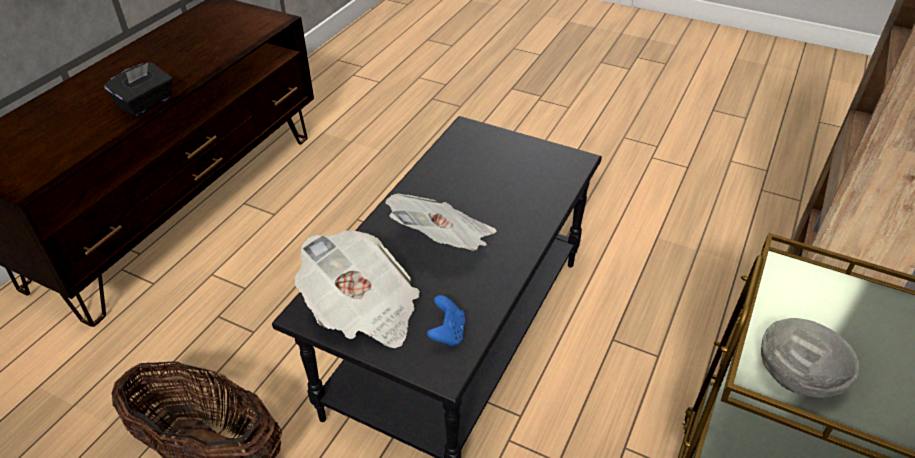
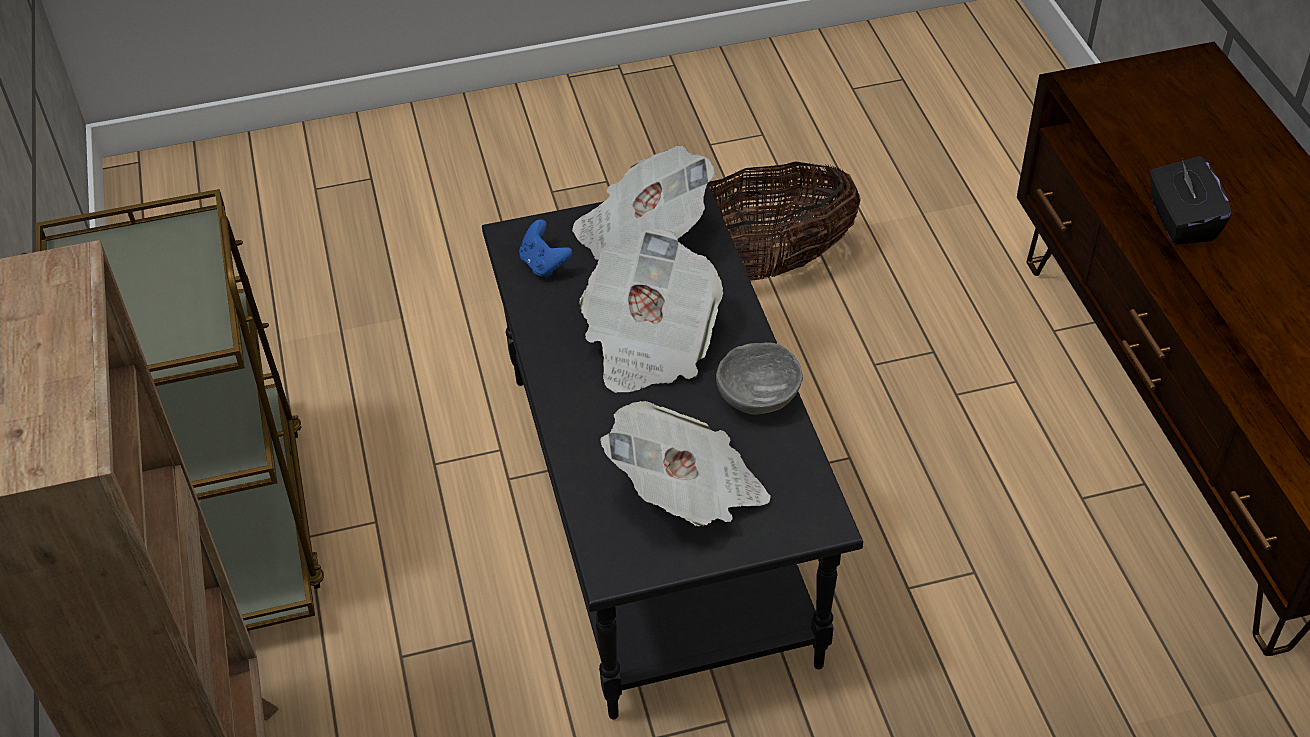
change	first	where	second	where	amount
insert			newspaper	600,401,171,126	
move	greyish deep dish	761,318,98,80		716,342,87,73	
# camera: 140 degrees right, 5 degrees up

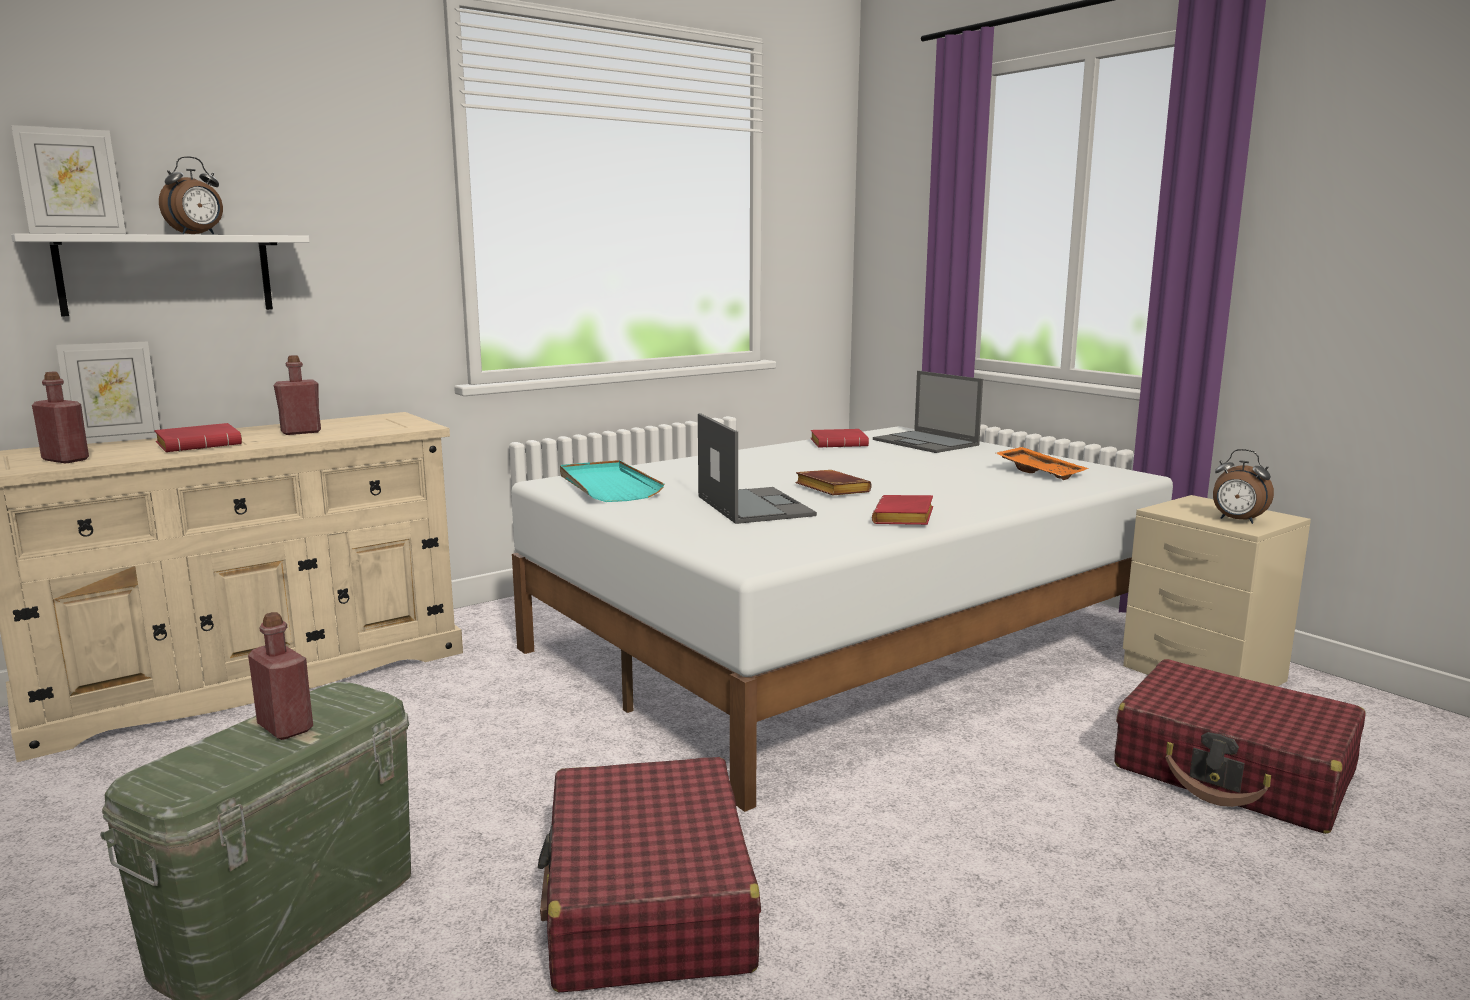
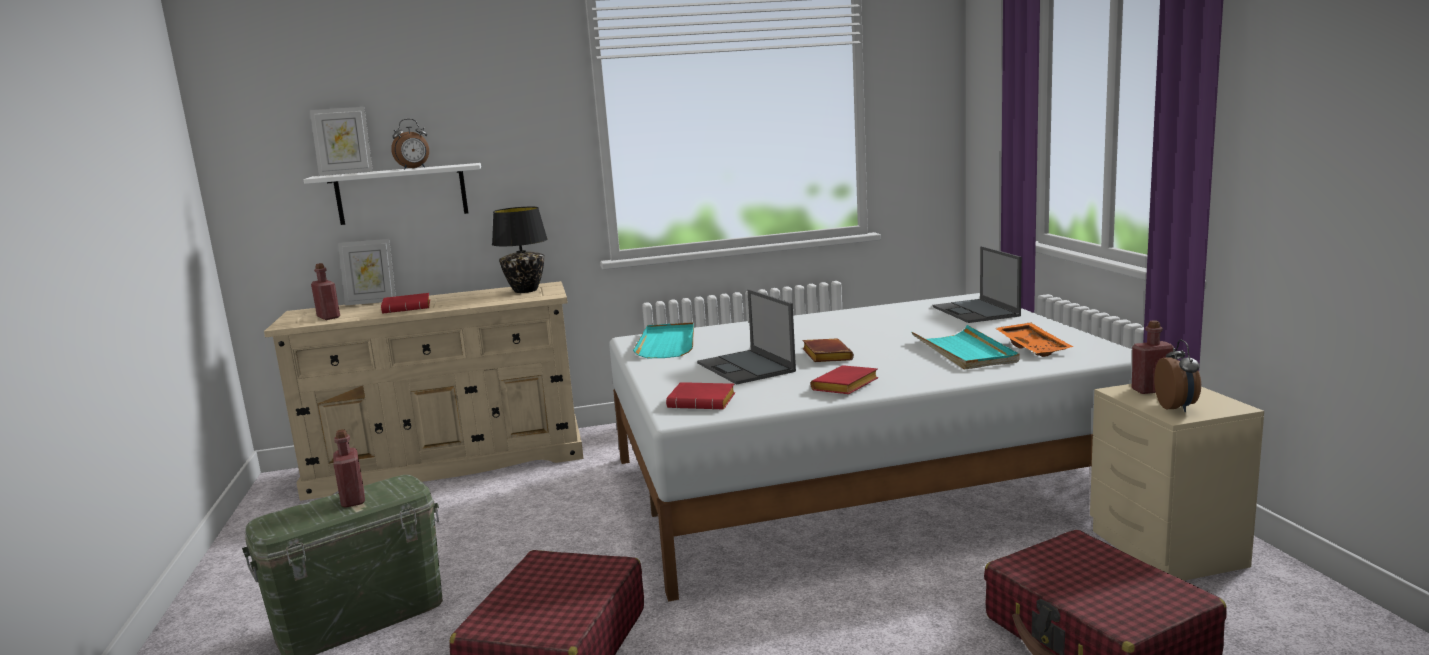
change	first	where	second	where	amount
insert			blackish tabletop lamp	492,207,56,86	
insert			blue-green tray	912,325,107,45	
move	red bottle	274,355,47,80		1132,320,42,74	
move	red bound book	810,429,59,18		666,382,69,28	
rotate	portable computer	698,413,119,111		697,289,99,96	150 degrees clockwise
rotate	table clock	1213,449,61,75		1154,340,47,72	150 degrees counterclockwise
# camera: 25 degrees right, 0 degrees up

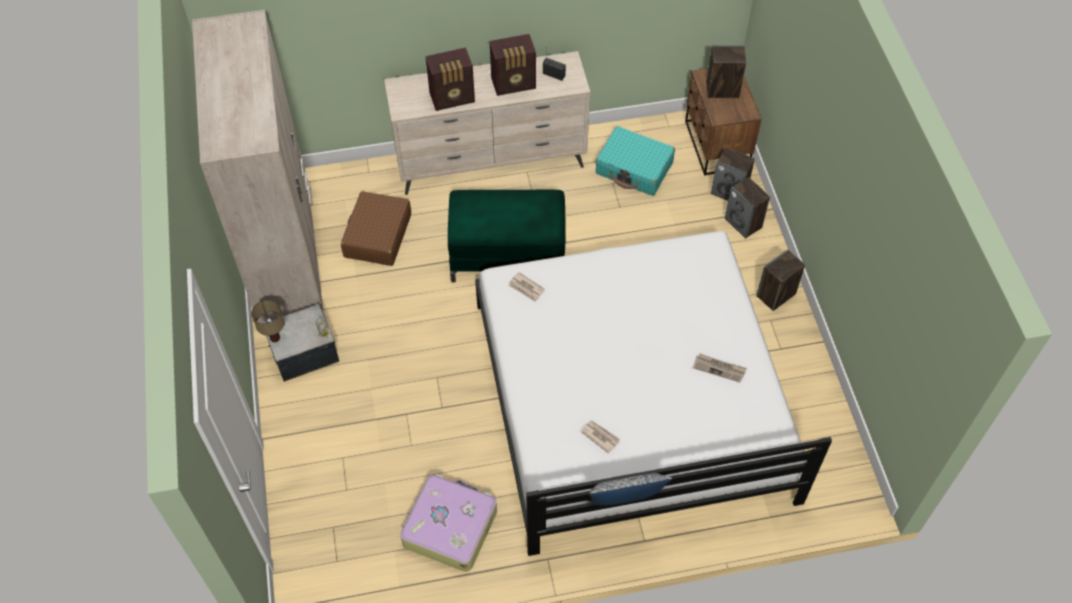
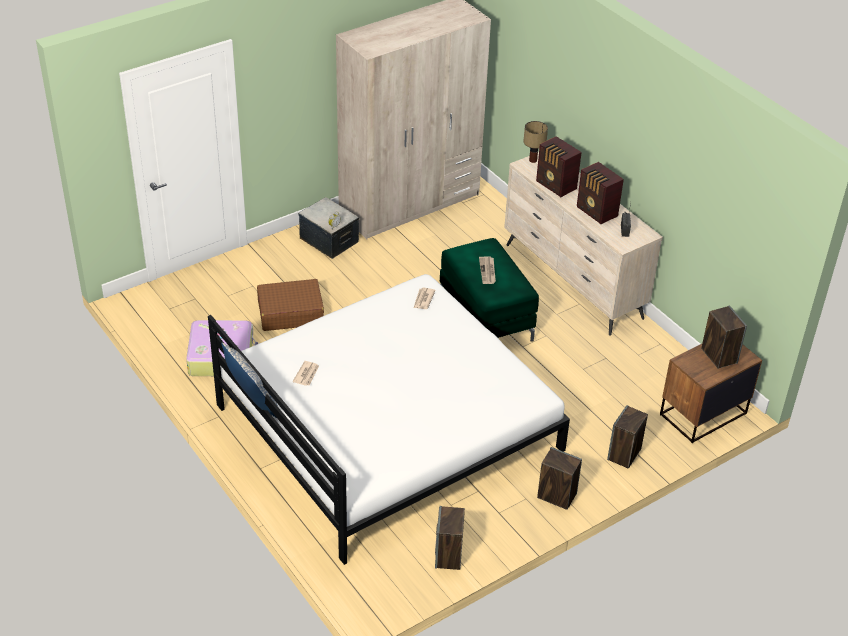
change	first	where	second	where	amount
delete	blue-green suitcase	596,126,79,70			
move	tabletop lamp	252,300,33,42		523,121,25,42	
move	brown-coloured suitcase	341,191,70,75		257,279,67,52	
move	newspaper	692,353,55,29		479,256,17,28	
move	speaker	711,147,44,54		435,506,30,64	
# camera: 65 degrees right, 15 degrees down

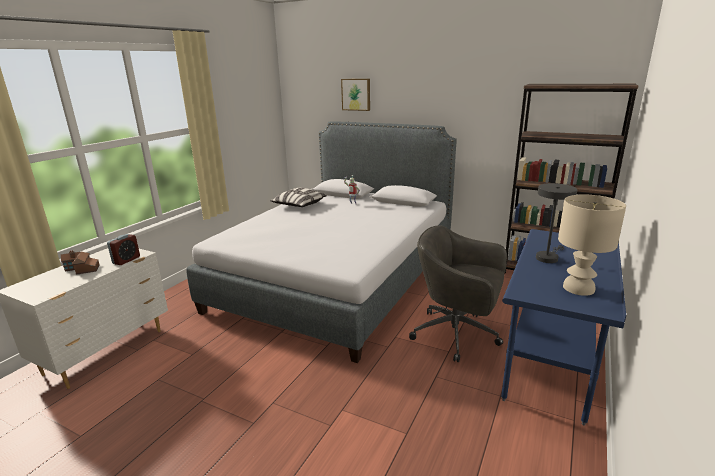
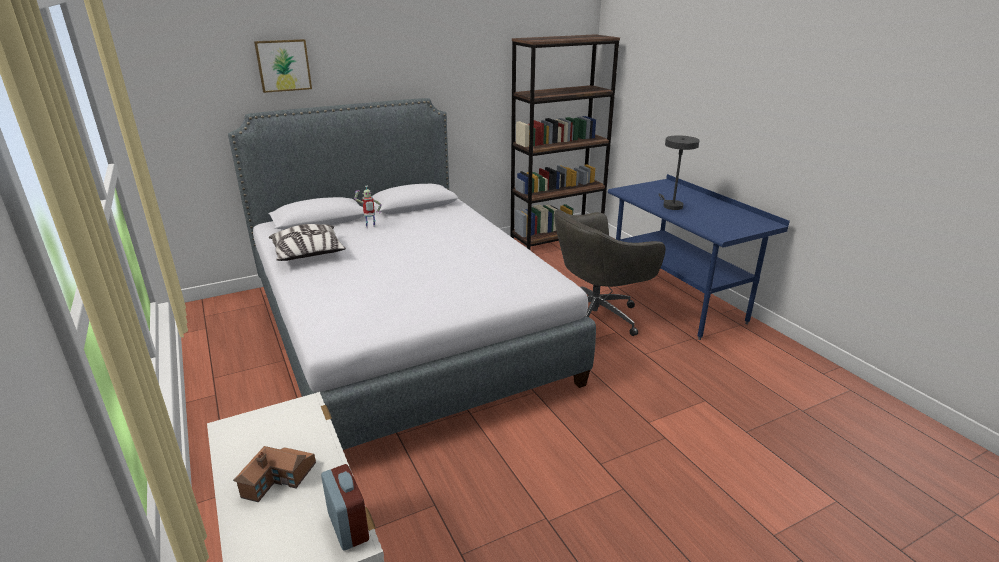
change	first	where	second	where	amount
delete	beige tabletop lamp	558,195,68,101			
move	table clock	107,234,33,31		321,464,48,87	
# camera: 55 degrees left, 5 degrees up

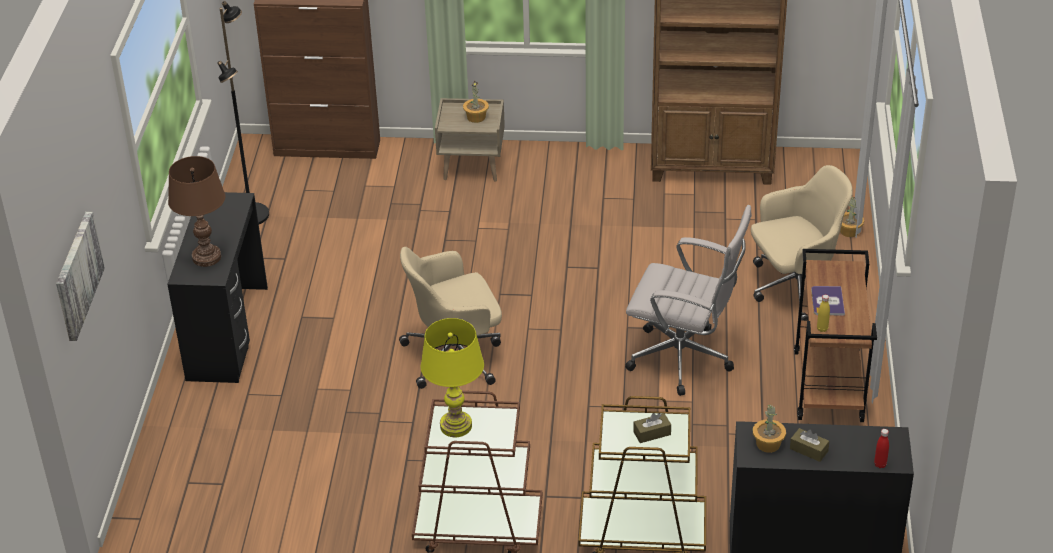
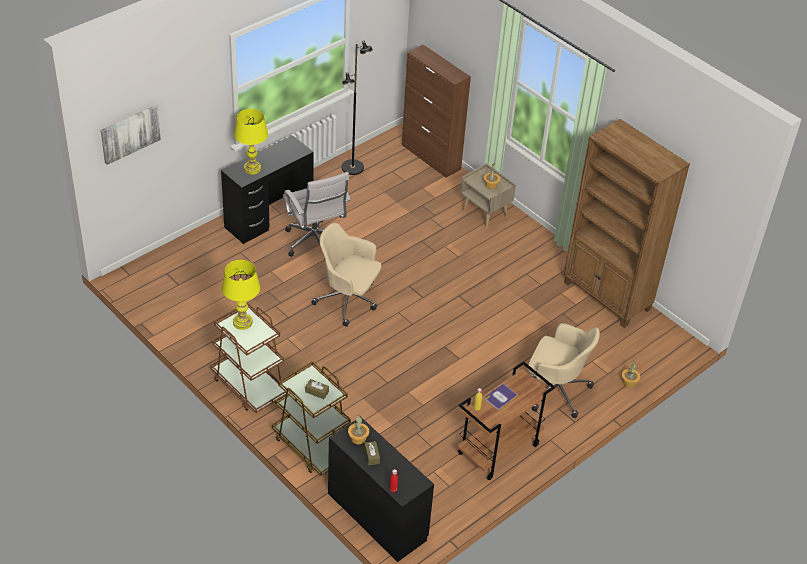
change	first	where	second	where	amount
move	white desk chair	625,205,127,191		283,172,68,85	
recolor	brown-coloured tabletop lamp	168,156,57,111	yellow-coloured tabletop lamp	234,109,34,65	
# camera: 40 degrees right, 5 degrees up

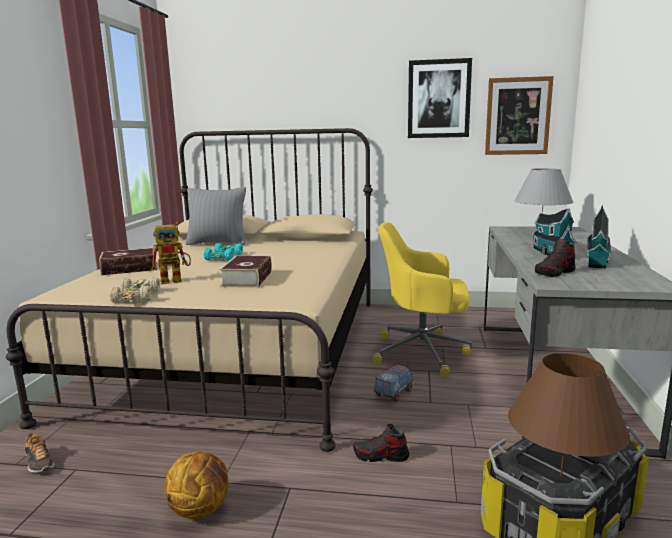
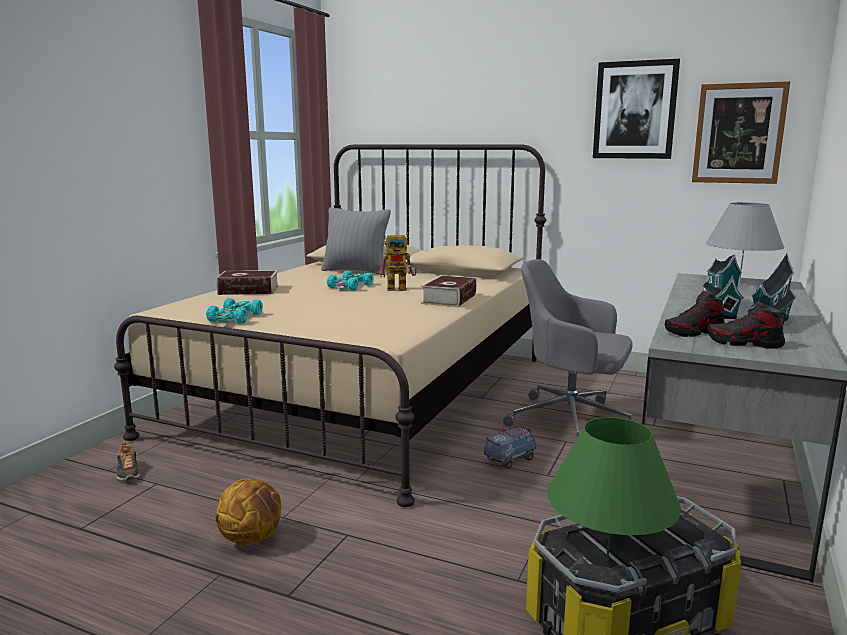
change	first	where	second	where	amount
move	model robot	151,222,40,62		380,233,37,58	
move	bound book	219,256,53,31		421,275,56,32	
move	low shoe	353,424,56,38		707,300,78,49	
recolor	beige model car	109,277,51,26	blue-green model car	206,298,57,26	
recolor	yellow-coloured desk chair	373,222,99,155	greyish desk chair	503,259,130,179	
recolor	brown-coloured tabletop lamp	508,353,122,123	green tabletop lamp	547,417,134,144	
# camera: 15 degrees right, 0 degrees up

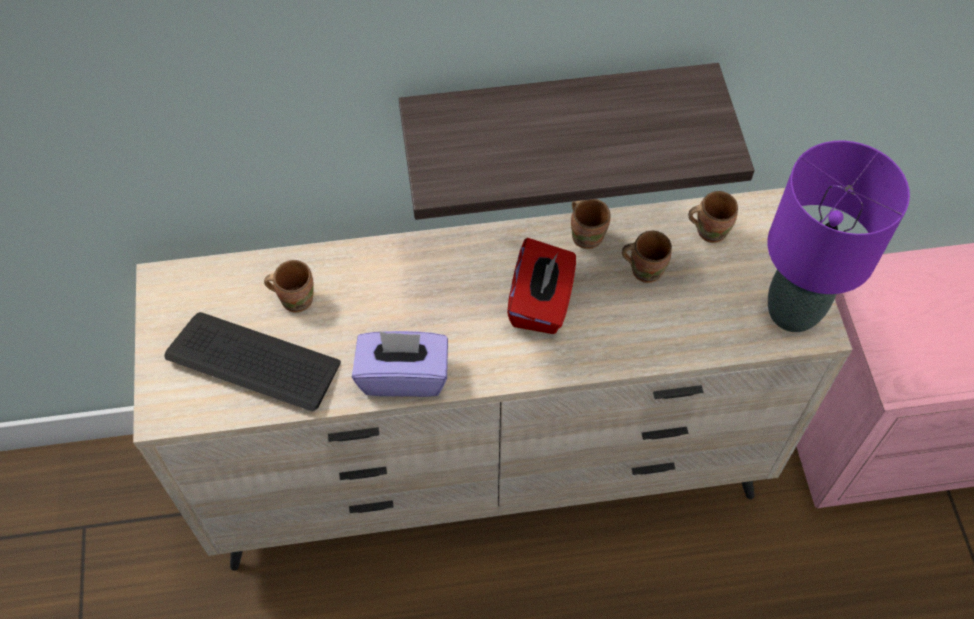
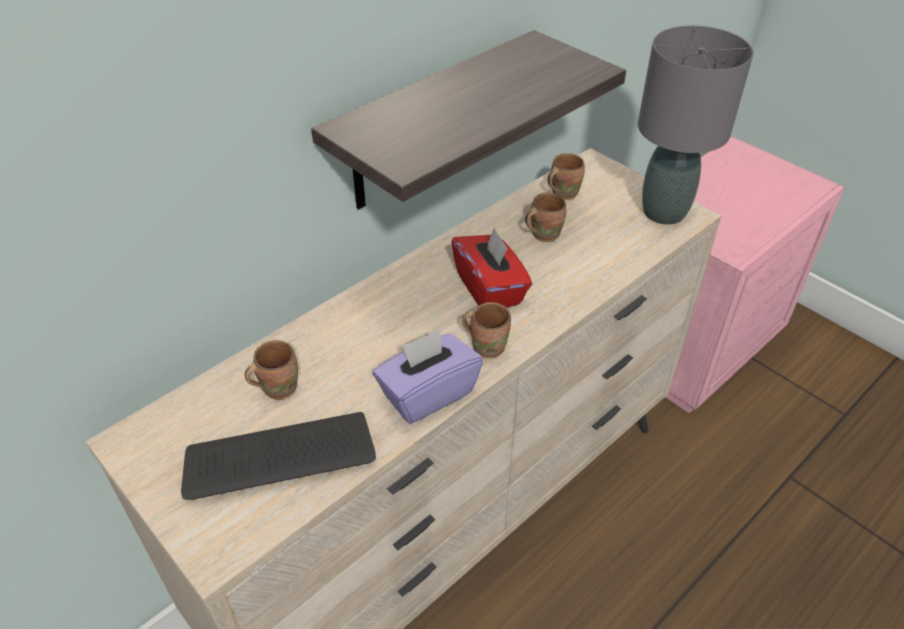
change	first	where	second	where	amount
move	brown-coloured coffee mug	571,199,40,50		462,302,49,57	
recolor	purple-coloured tabletop lamp	767,140,143,192	greyish tabletop lamp	638,25,115,200	
# camera: 35 degrees left, 15 degrees down

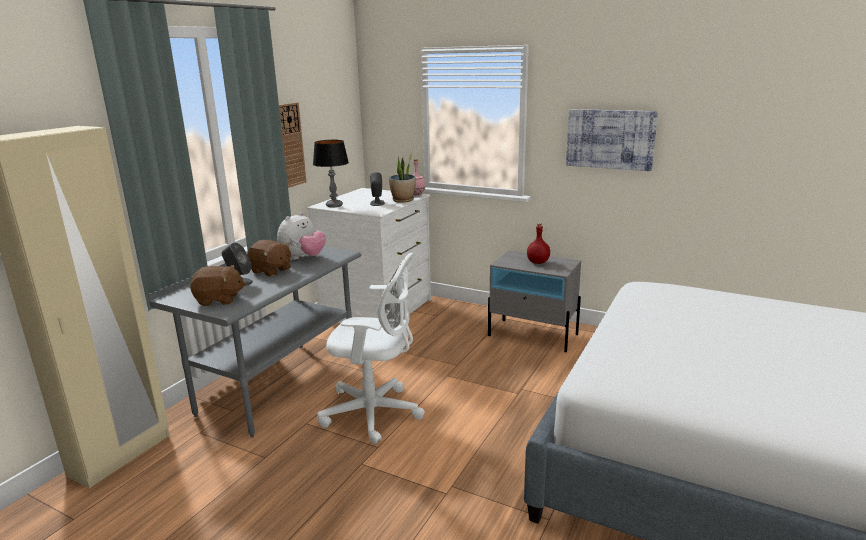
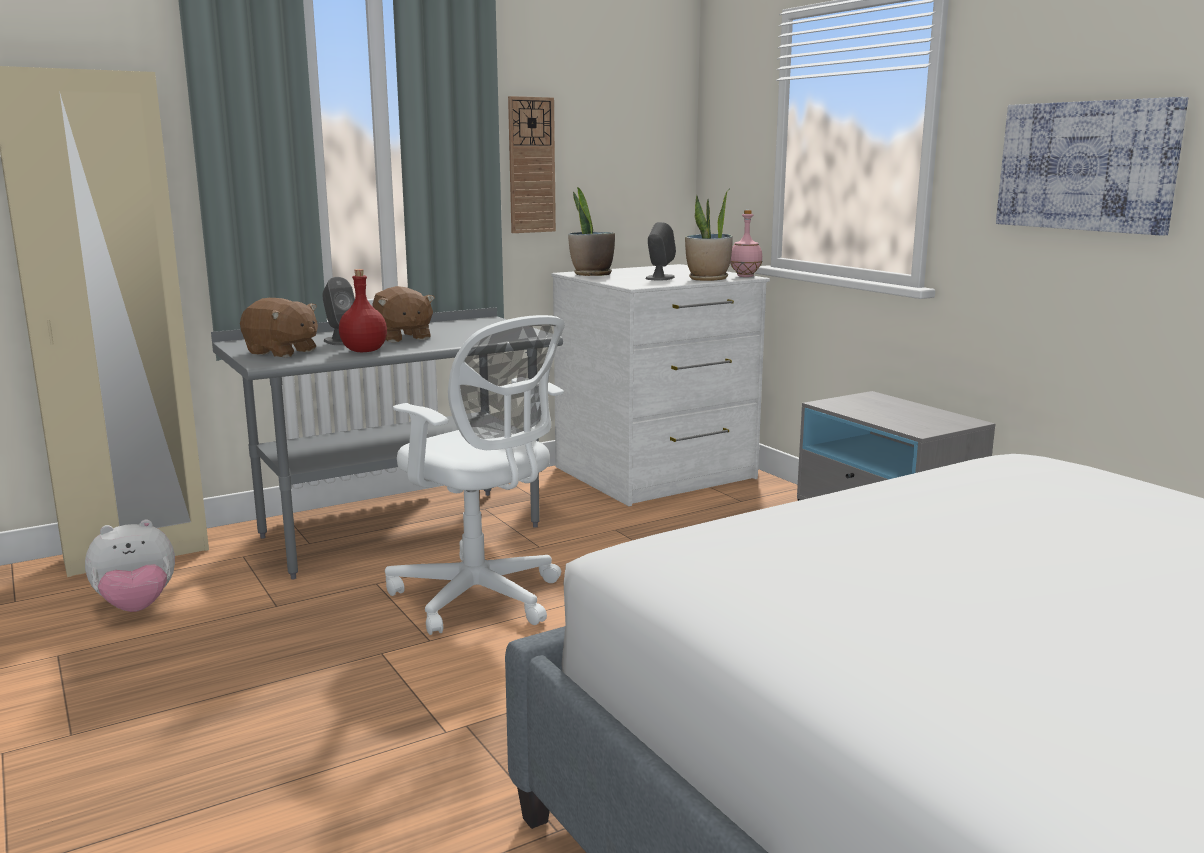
change	first	where	second	where	amount
move	soft toy	277,212,49,48		85,520,90,92	
move	red bottle	527,223,23,41		339,269,48,83	
replace	tabletop lamp	313,140,36,68	plant in a pot	568,187,47,89	
# camera: 30 degrees right, 5 degrees down

